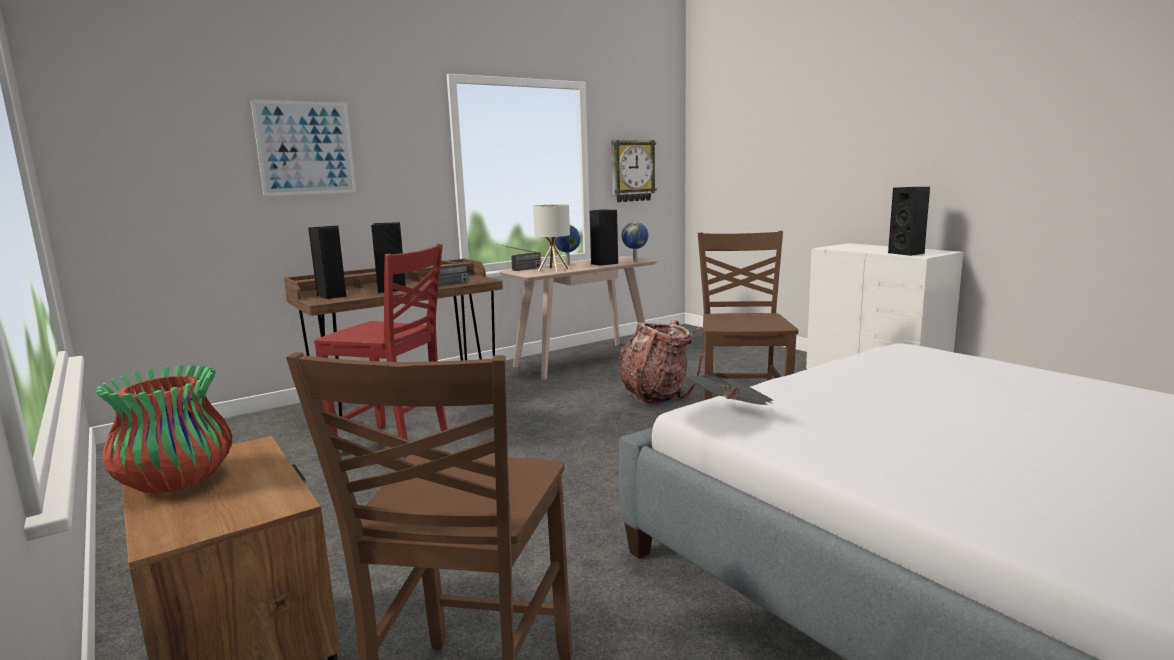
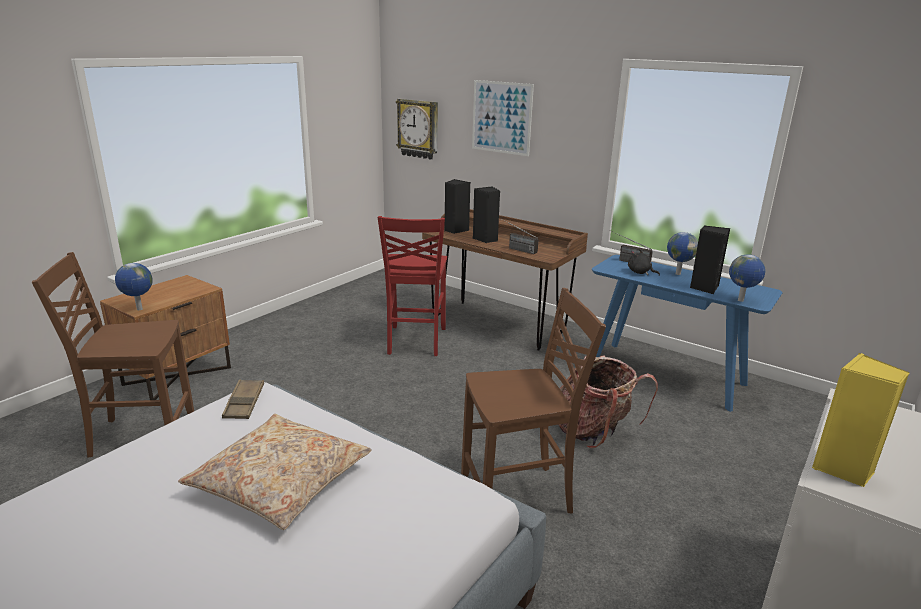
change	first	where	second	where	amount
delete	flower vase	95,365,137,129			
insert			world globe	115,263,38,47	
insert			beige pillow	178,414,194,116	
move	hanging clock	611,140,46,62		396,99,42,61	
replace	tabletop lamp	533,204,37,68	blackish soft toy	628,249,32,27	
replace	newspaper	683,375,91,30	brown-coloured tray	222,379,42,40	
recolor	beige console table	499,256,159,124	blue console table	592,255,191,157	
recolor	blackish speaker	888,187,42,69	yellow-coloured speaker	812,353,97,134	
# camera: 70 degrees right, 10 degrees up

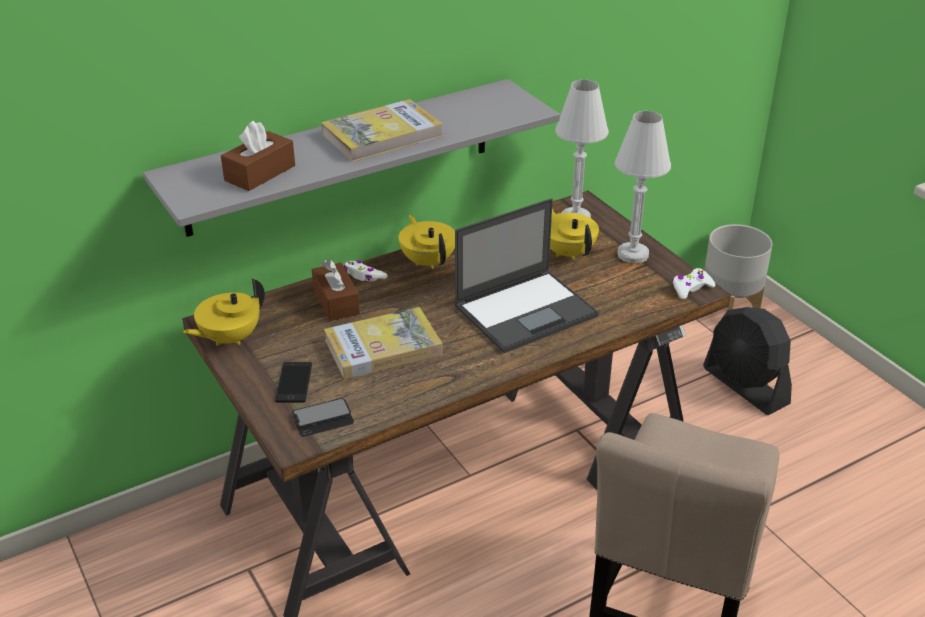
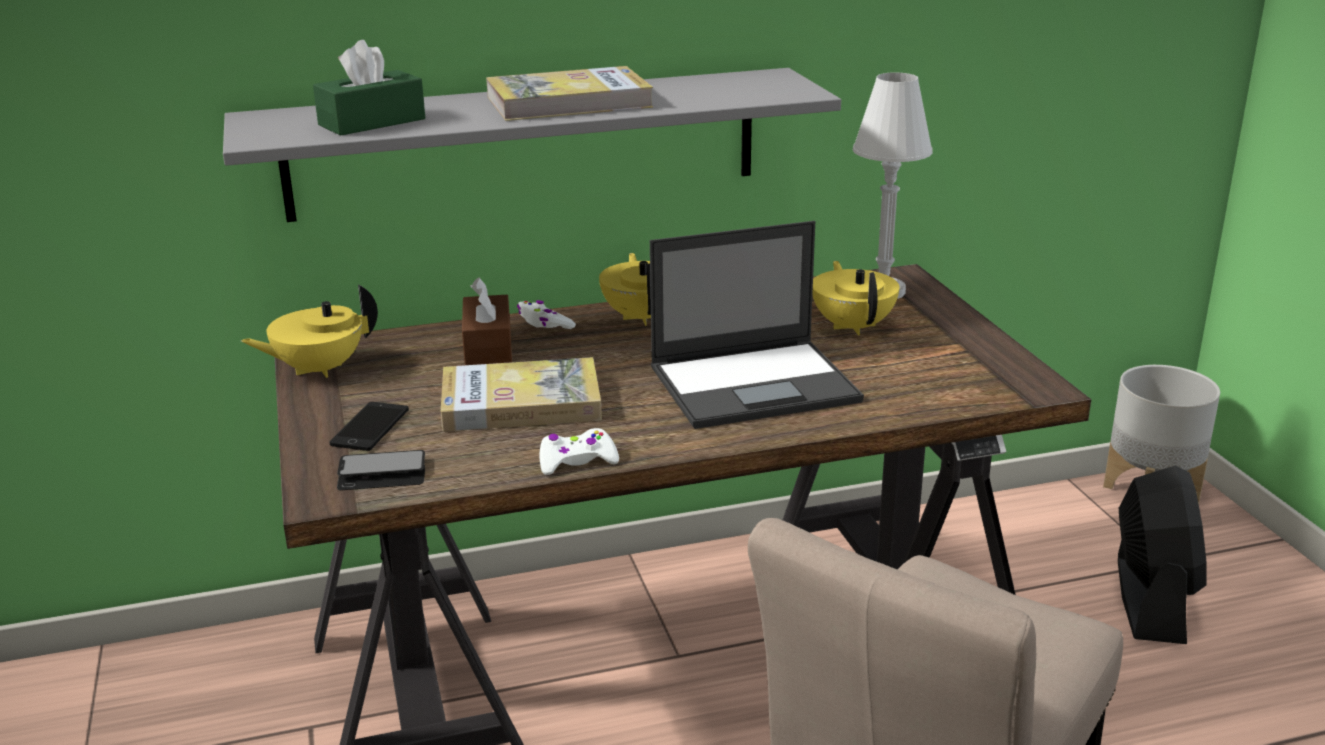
change	first	where	second	where	amount
delete	white tabletop lamp	615,111,56,153			
move	white joypad	672,268,43,32		539,428,80,47	
recolor	brown-coloured tissue box	221,120,74,71	green tissue box	313,40,112,96	
rotate	blackish cooling fan	703,307,89,108		1118,466,89,178	150 degrees counterclockwise
# camera: 15 degrees right, 10 degrees down

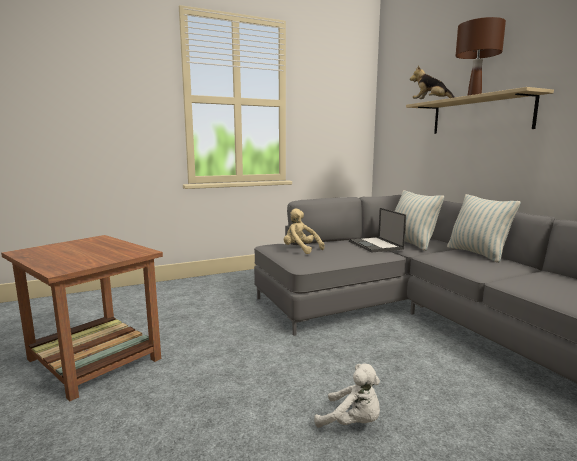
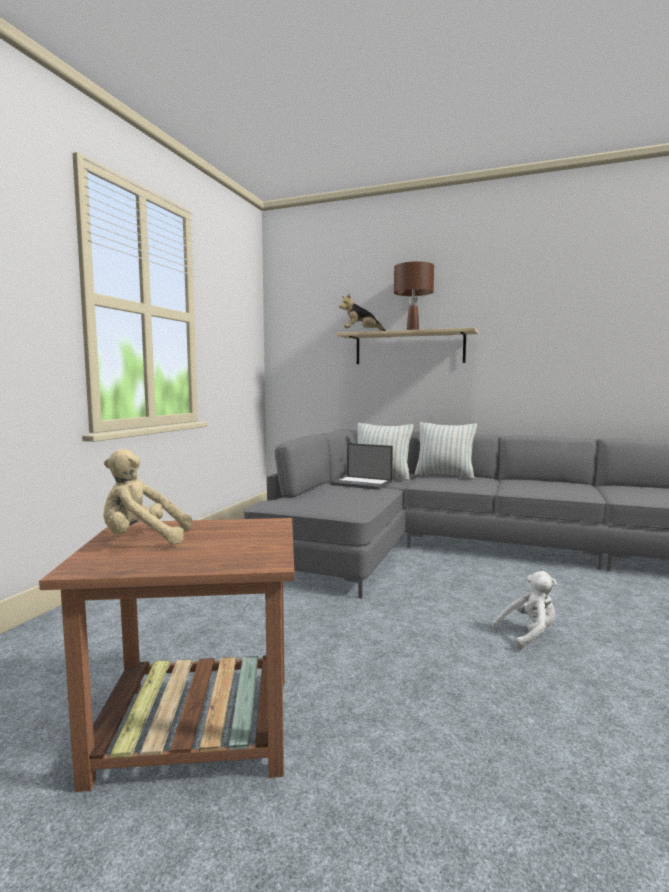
change	first	where	second	where	amount
move	beige soft toy	284,208,41,46		103,449,89,96	
# camera: 45 degrees left, 5 degrees down

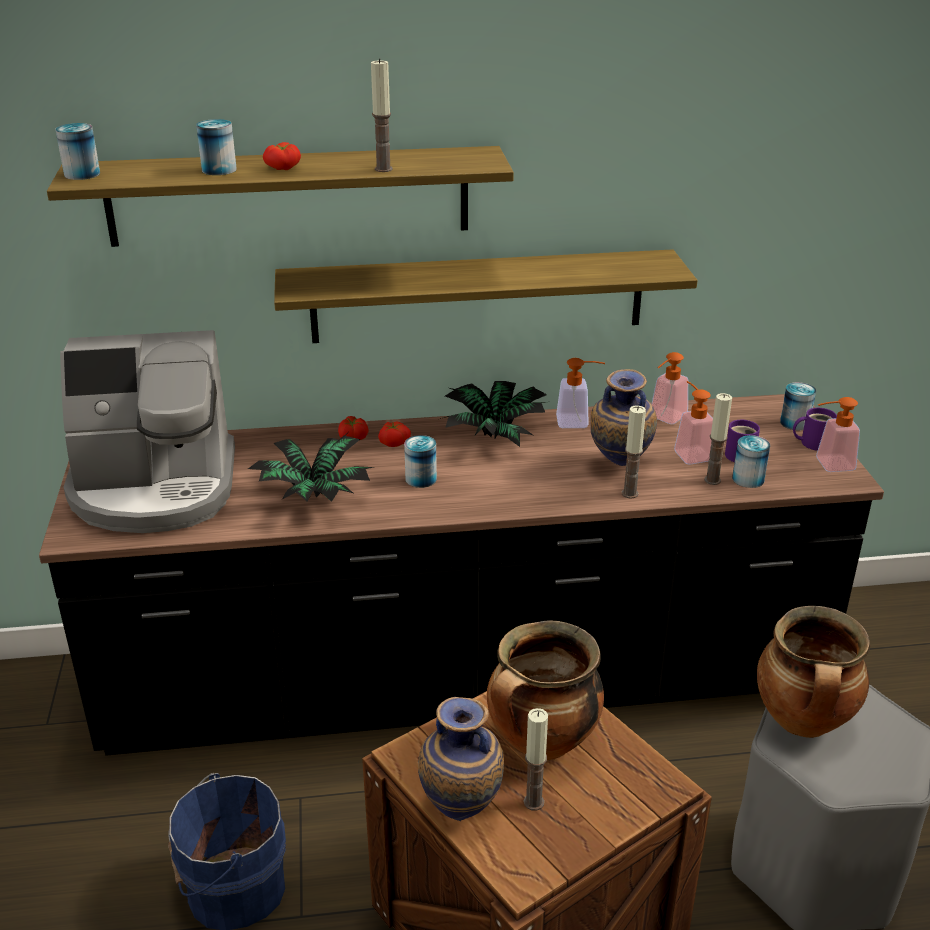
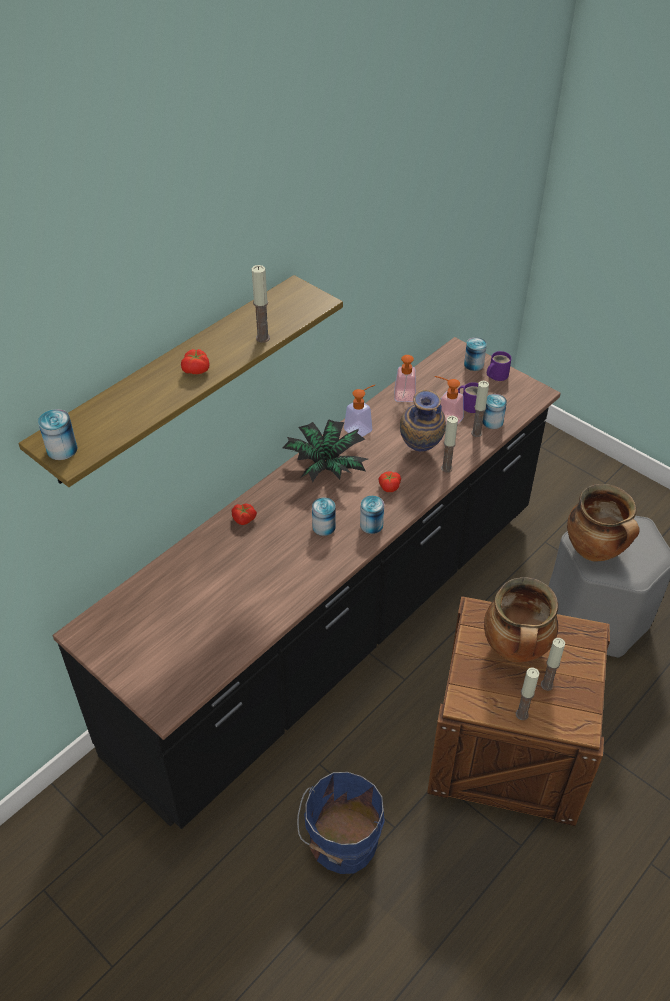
change	first	where	second	where	amount
delete	coffee brewer	60,330,175,203			
delete	plant in a pot	248,434,126,68			
delete	wall shelf	274,249,424,94			
delete	soap dispenser	816,397,44,75			
move	sealed can	196,119,41,56		360,496,24,38	
move	whole tomato	378,422,33,25		379,471,22,21	
replace	flower vase	418,697,86,124	wax candle	516,668,23,52	
# camera: 40 degrees left, 15 degrees up

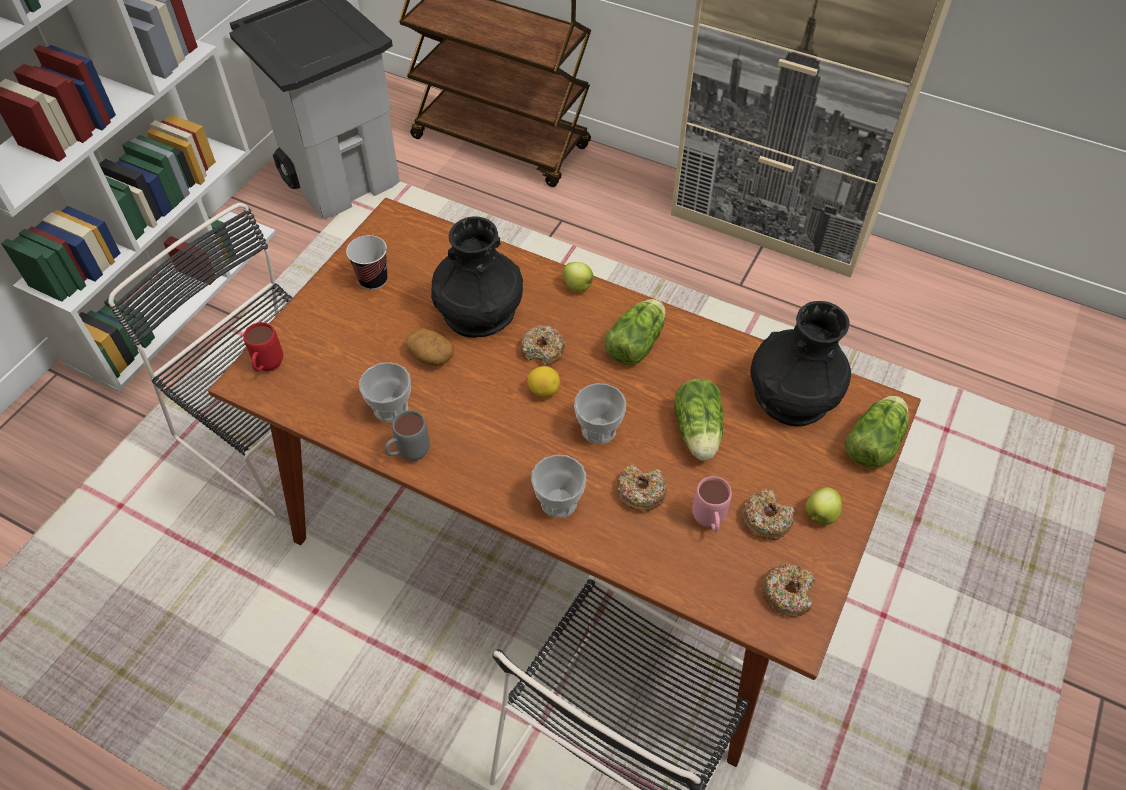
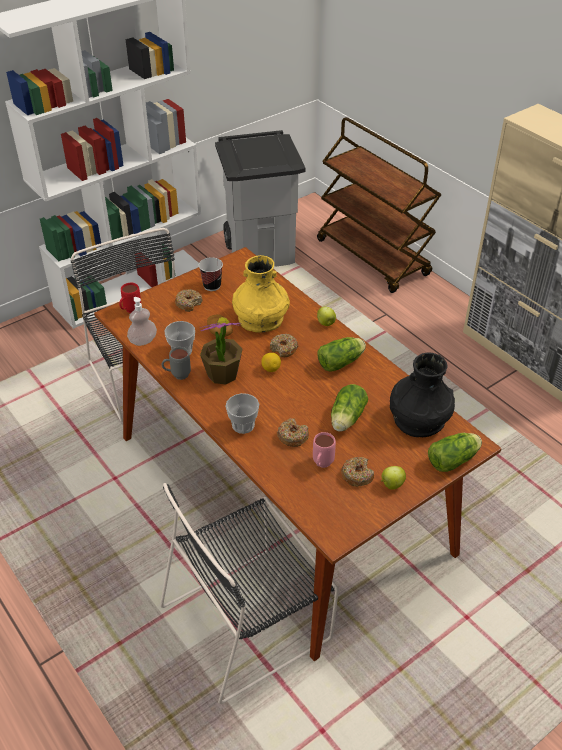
change	first	where	second	where	amount
delete	cup	574,383,52,61			
insert			soap dispenser	127,297,30,49	
insert			plant in a pot	199,317,44,67	
move	ring doughnut	761,563,54,54		175,289,28,23	
recolor	blackish flower vase	431,216,92,122	yellow-coloured flower vase	232,255,58,78	
# camera: 25 degrees right, 10 degrees down

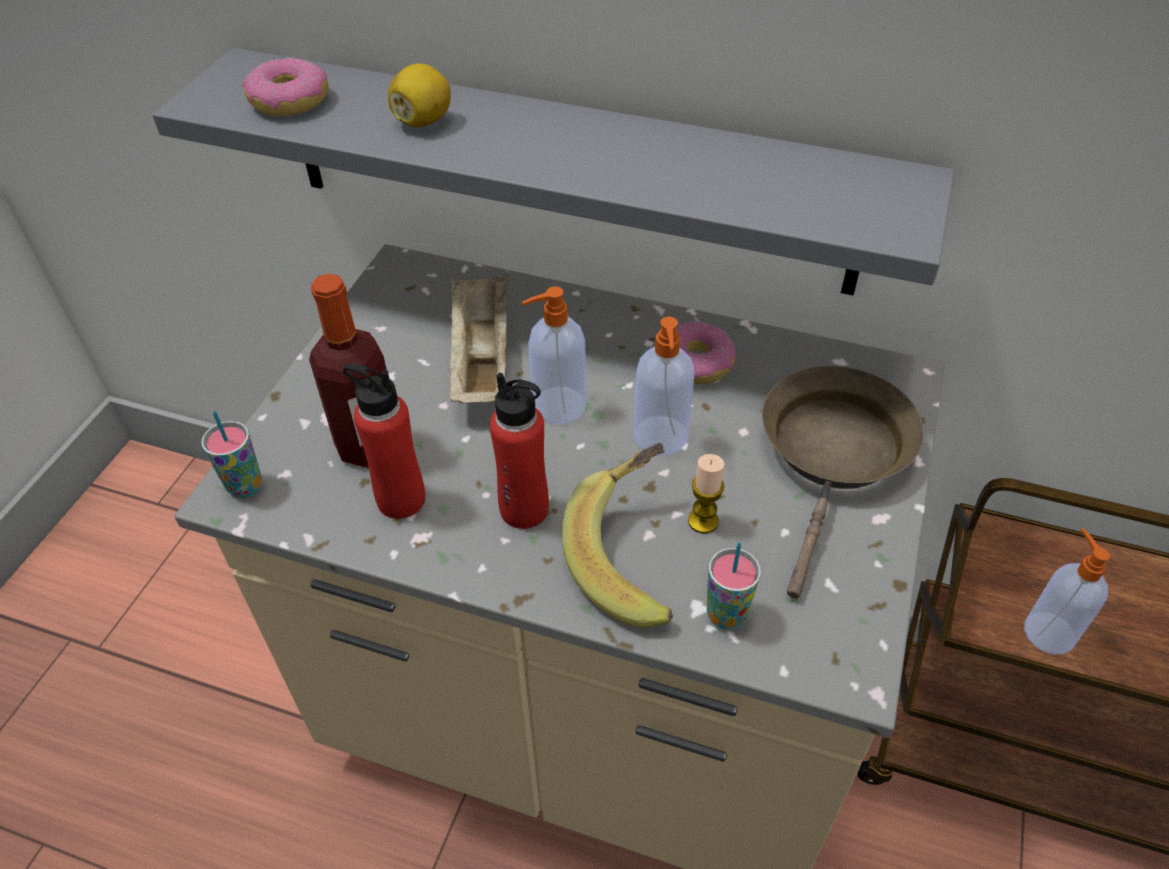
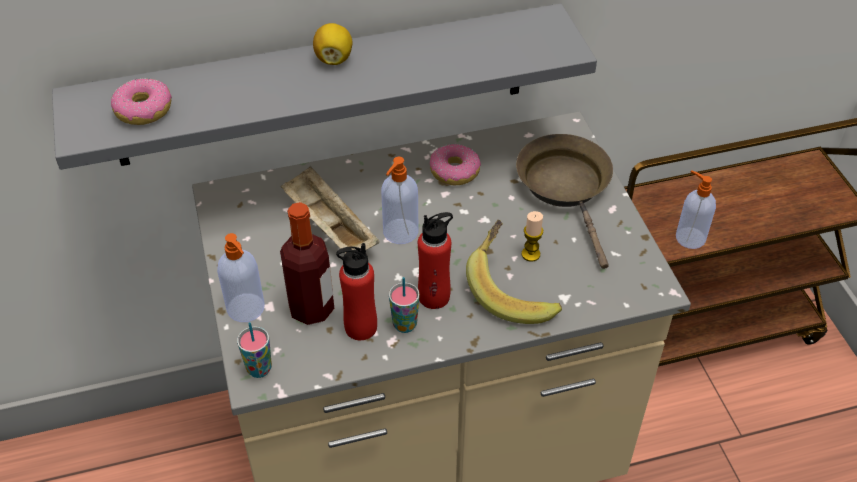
change	first	where	second	where	amount
move	whole lemon	388,63,63,64		313,23,40,42	
move	soap dispenser	633,316,62,140		217,233,48,89	
move	cup	707,542,54,87		389,277,31,56	
# camera: 35 degrees left, 0 degrees up

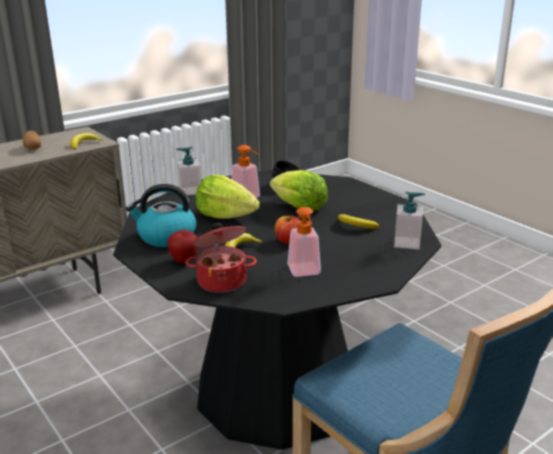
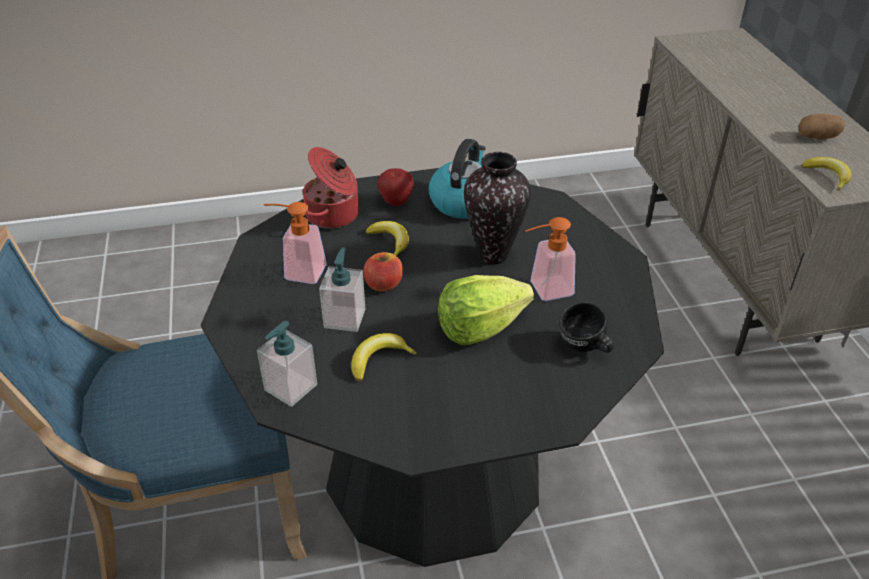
change	first	where	second	where	amount
move	soap dispenser	176,147,26,49		319,248,46,84	
replace	lettuce	196,175,64,44	flower vase	464,152,67,112	
# camera: 115 degrees right, 15 degrees up

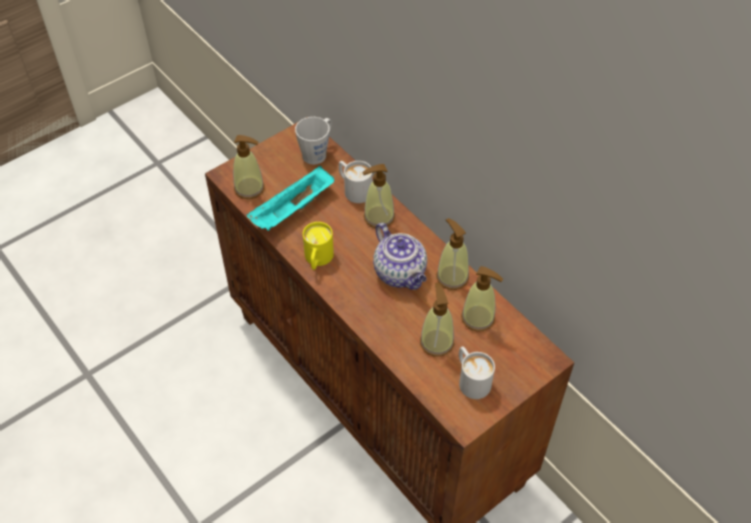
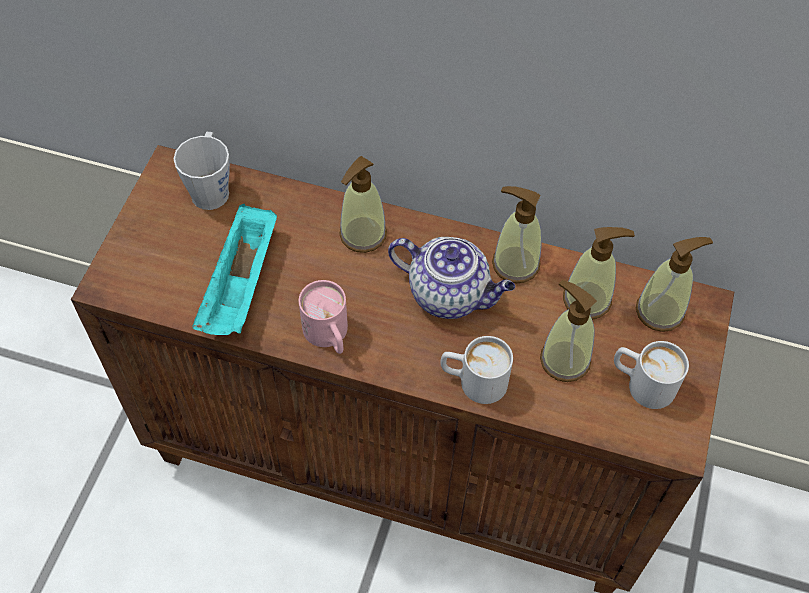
change	first	where	second	where	amount
move	soap dispenser	233,135,32,64		636,237,77,95	
move	white coffee mug	339,161,33,42		441,336,72,68	
recolor	yellow-coloured coffee mug	303,222,31,48	pinkish coffee mug	299,280,49,74	
# camera: 35 degrees left, 5 degrees up

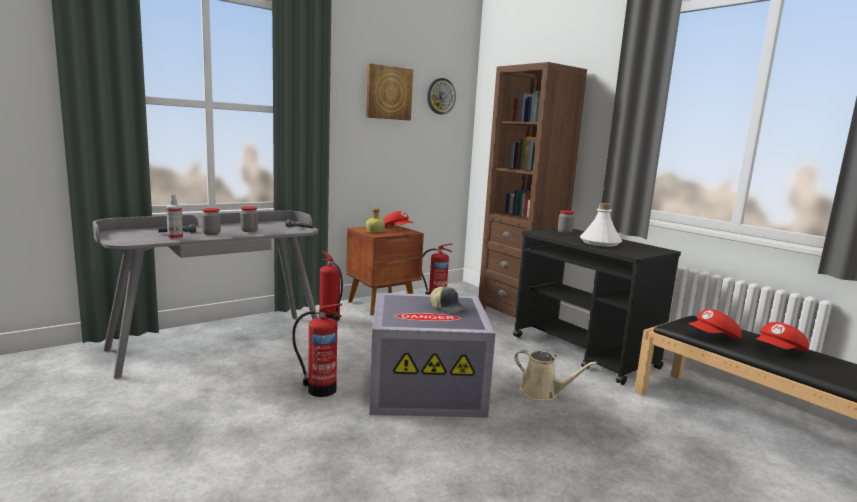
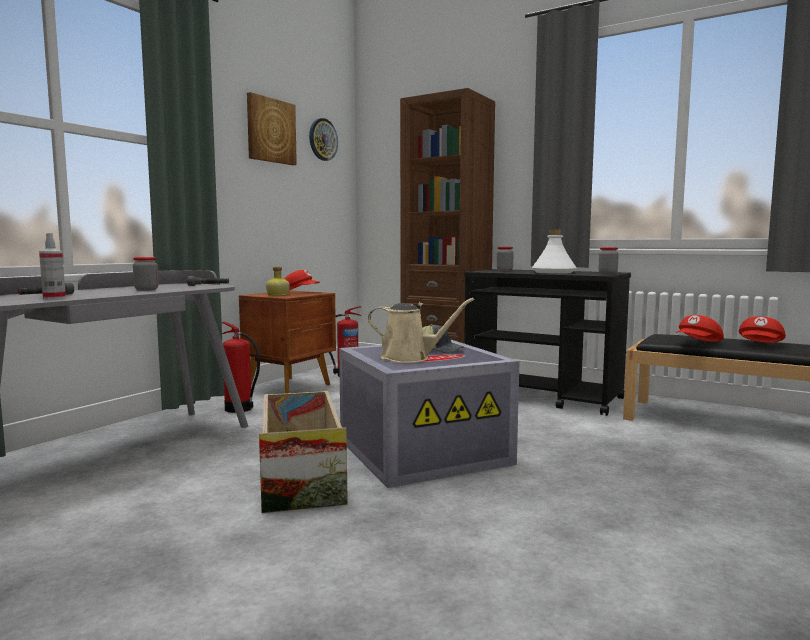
change	first	where	second	where	amount
move	jar	202,208,19,27		598,247,21,27	
move	beige watering can	514,350,83,51		368,298,106,65	
replace	extinguisher	292,303,50,94	packing crate	259,391,89,122	
# camera: 20 degrees left, 5 degrees down

